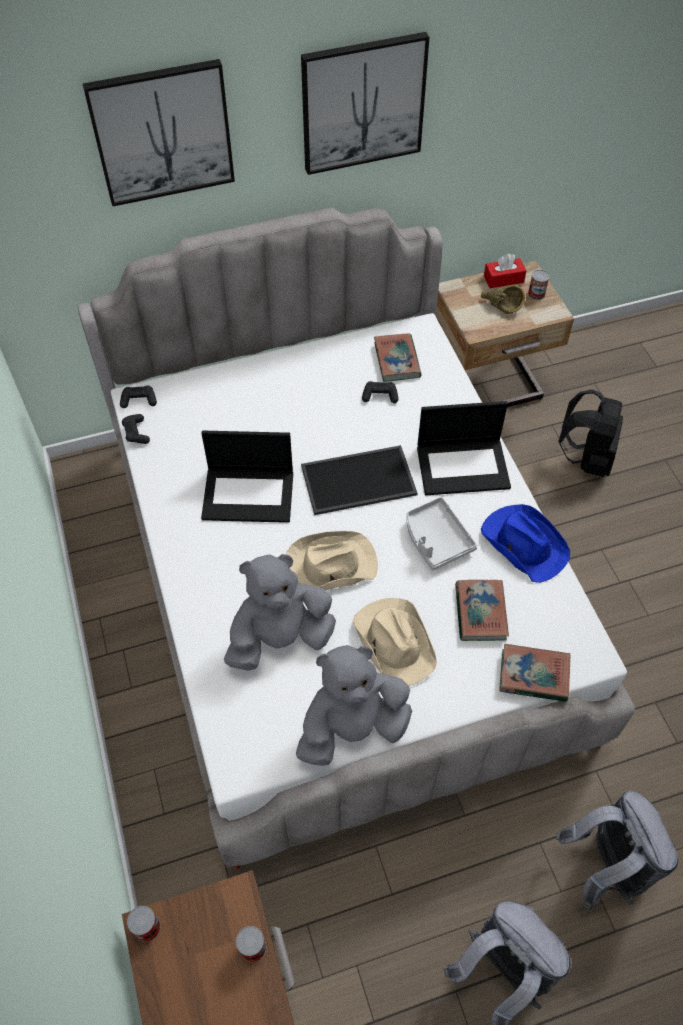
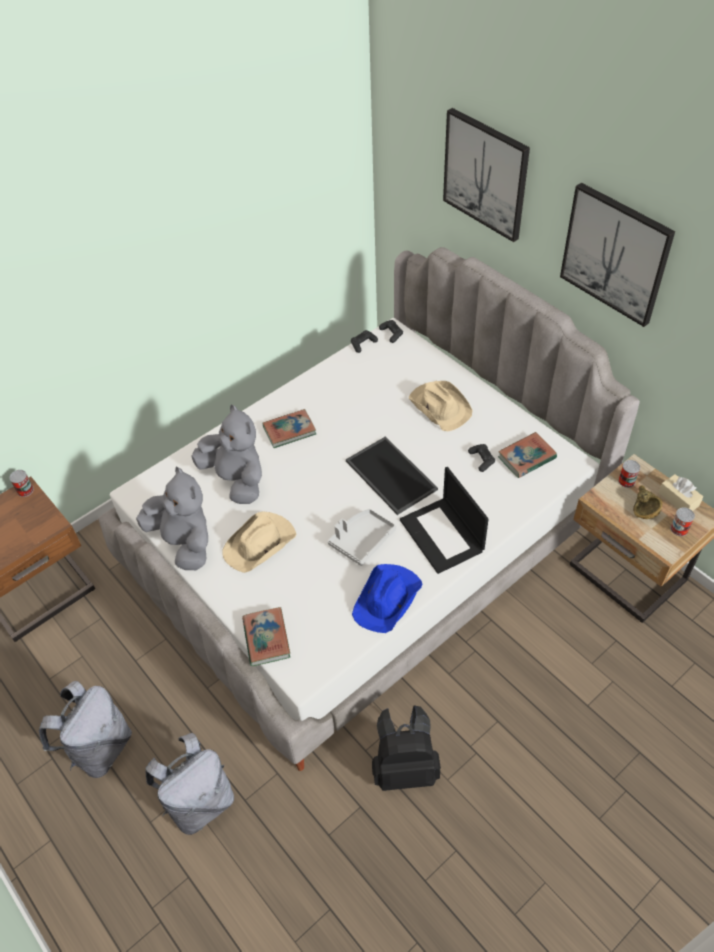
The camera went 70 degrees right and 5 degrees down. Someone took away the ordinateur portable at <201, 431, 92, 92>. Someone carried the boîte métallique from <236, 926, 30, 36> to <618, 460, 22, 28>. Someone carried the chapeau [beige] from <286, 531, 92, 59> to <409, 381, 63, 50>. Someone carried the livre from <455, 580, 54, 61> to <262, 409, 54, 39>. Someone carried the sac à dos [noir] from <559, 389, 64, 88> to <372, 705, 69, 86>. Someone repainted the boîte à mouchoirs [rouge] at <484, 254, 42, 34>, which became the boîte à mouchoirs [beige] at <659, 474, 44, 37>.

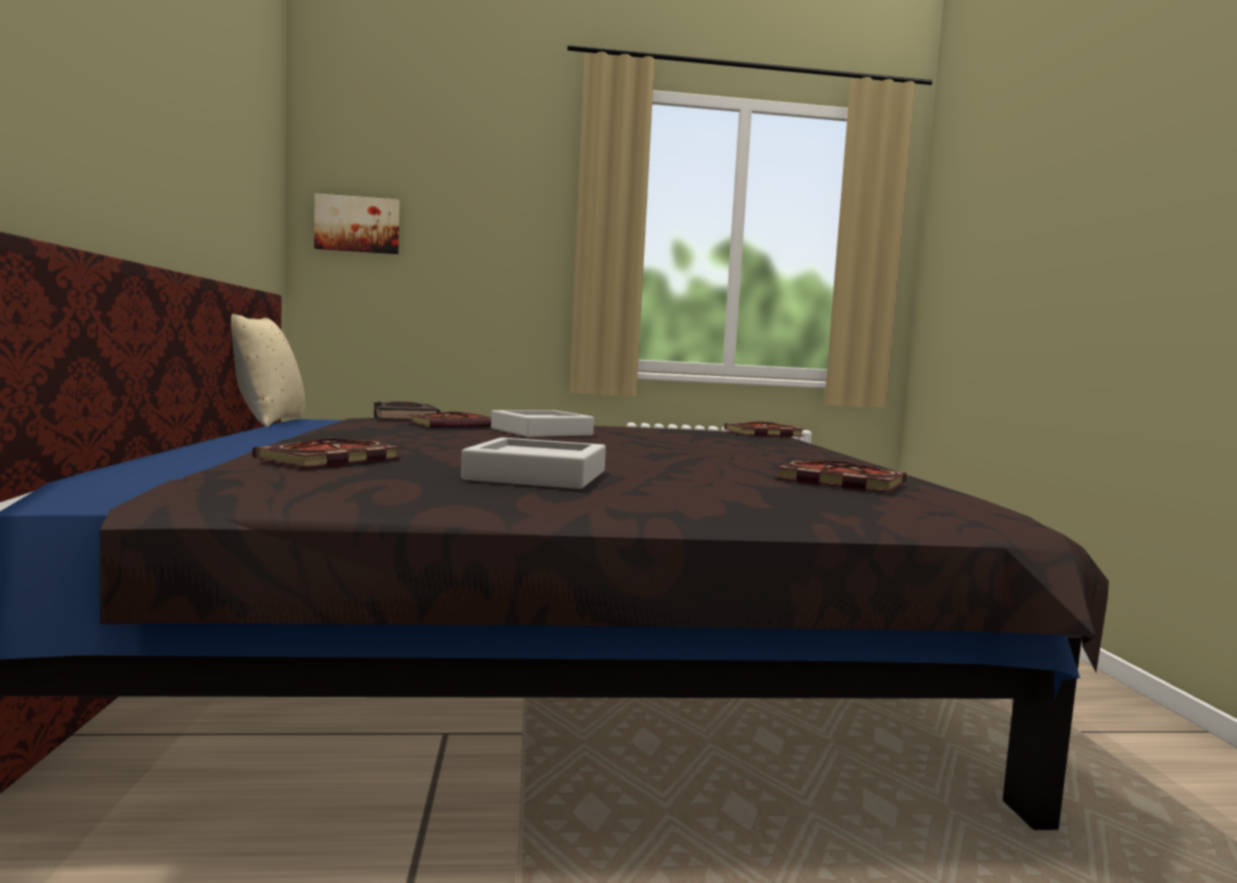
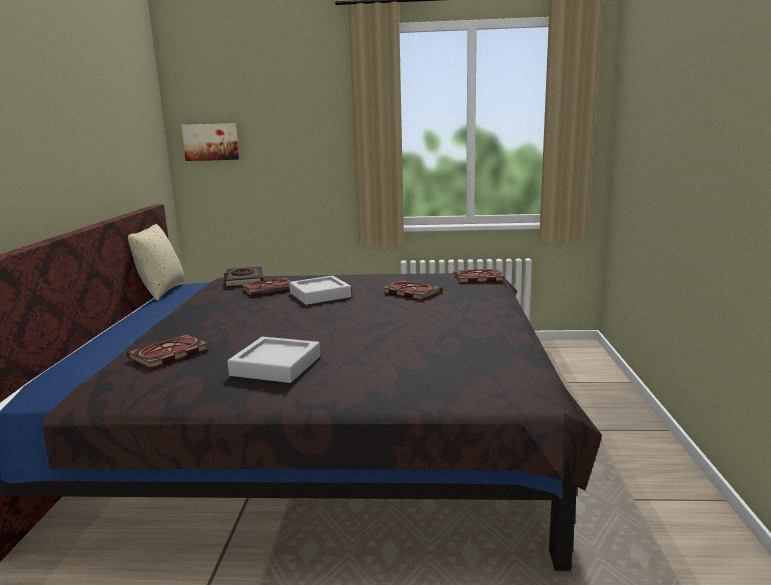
The camera went 10 degrees right and 10 degrees up. Someone carried the livre from <775, 461, 131, 32> to <382, 280, 60, 20>.

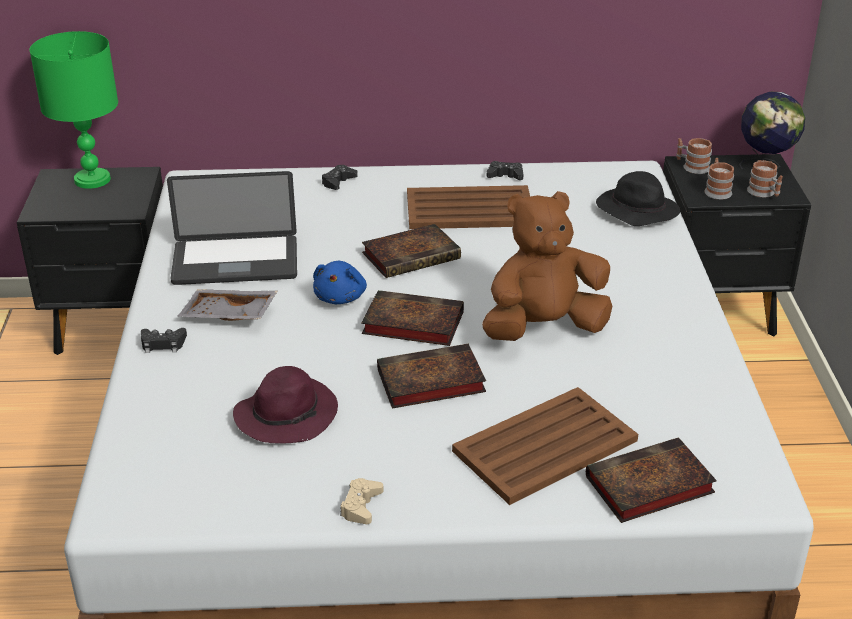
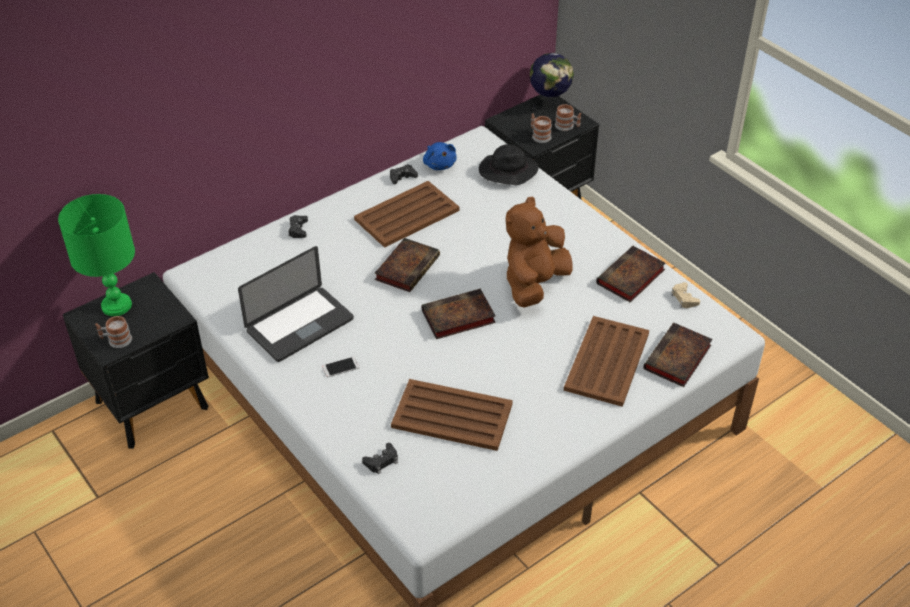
The camera went 35 degrees left and 10 degrees up. Someone carried the manette [noir] from <141, 328, 46, 25> to <362, 443, 36, 31>. Someone carried the peluche [bleu] from <313, 261, 54, 43> to <423, 142, 34, 28>. Someone carried the manette [beige] from <340, 478, 44, 46> to <671, 282, 29, 26>. Someone carried the livre from <377, 344, 109, 65> to <596, 246, 70, 57>. Someone carried the mug from <676, 138, 36, 36> to <95, 316, 37, 32>. Someone swapped the plateau [gris] at <178, 289, 100, 32> for the téléphone at <322, 356, 38, 21>. Someone swapped the chapeau [violet] at <233, 366, 105, 78> for the plateau [marron] at <391, 379, 122, 72>.

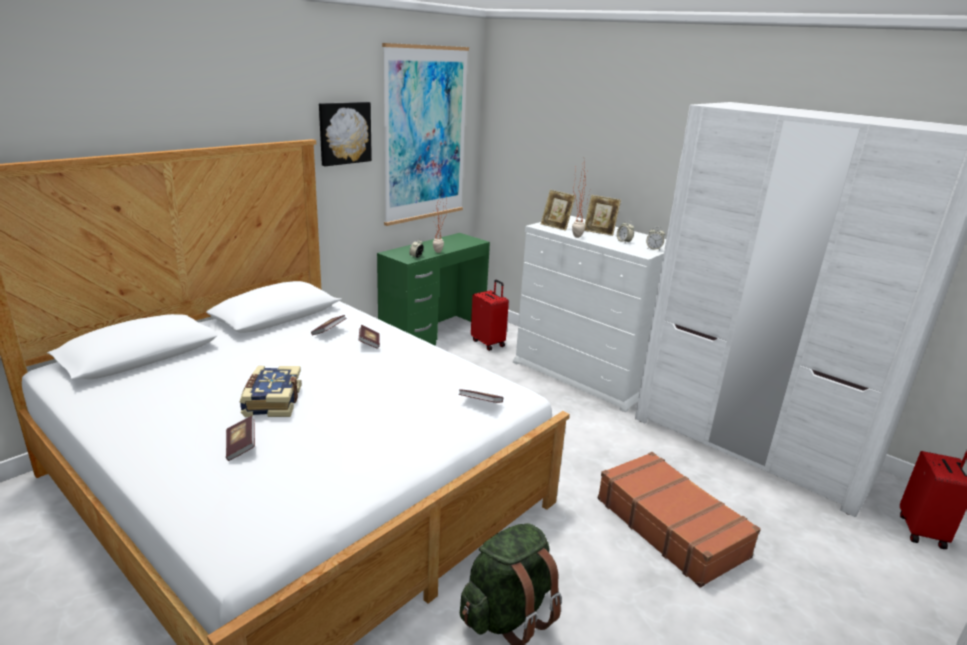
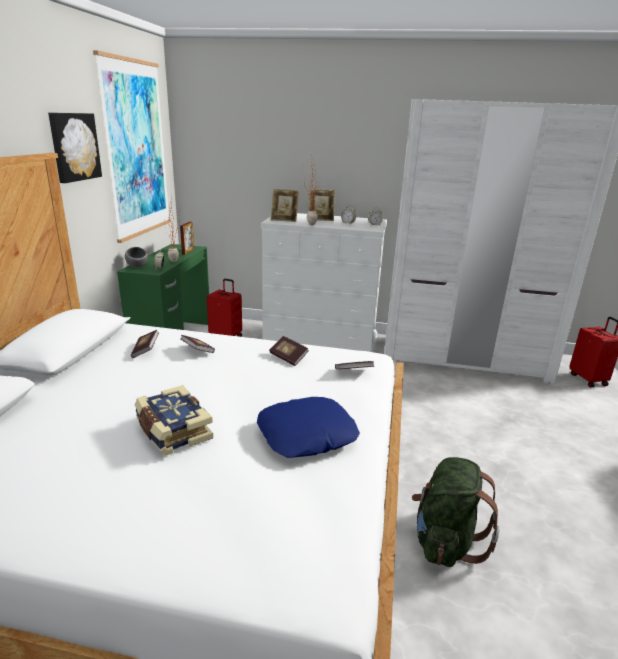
The camera went 30 degrees left and 0 degrees up. Someone took away the valise [marron] at <598, 452, 163, 136>. Someone put down the bol [gris] at <125, 247, 23, 21>. Someone put down the cadre photo at <180, 222, 14, 33>. Someone put down the coussin [bleu] at <257, 397, 103, 61>. Someone carried the livre from <226, 416, 29, 45> to <269, 336, 39, 30>.

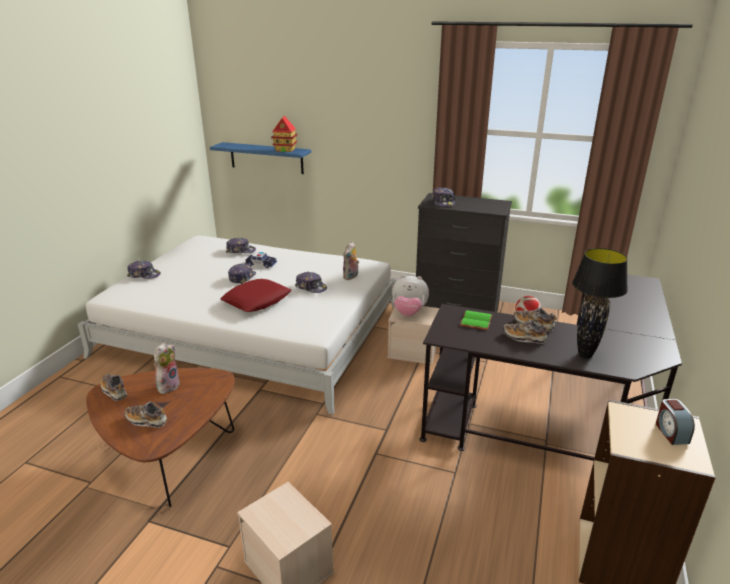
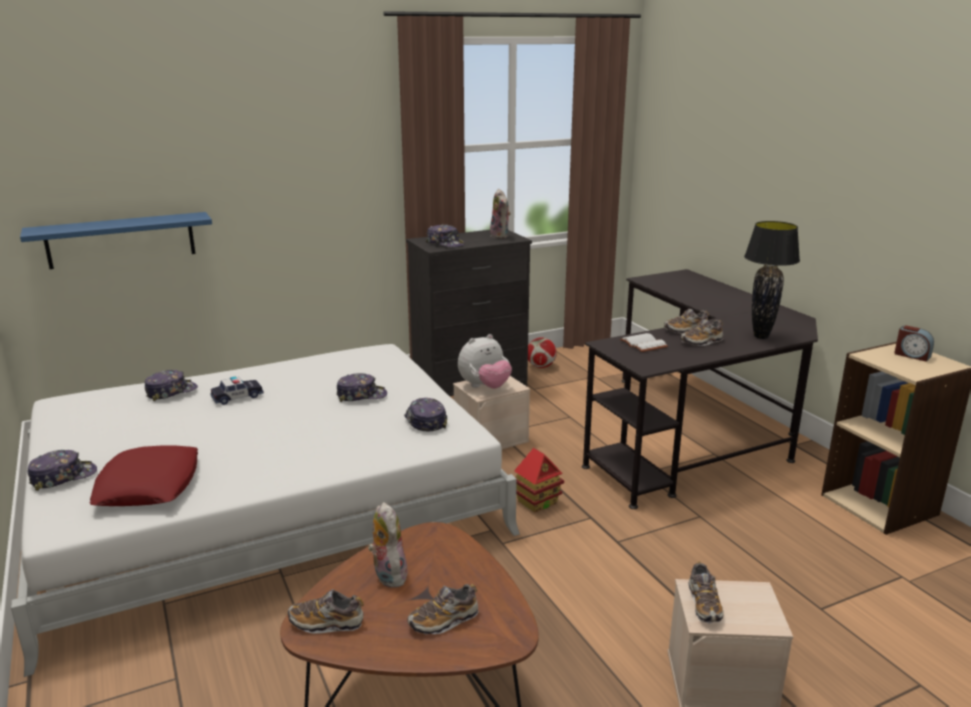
The camera went 45 degrees left and 5 degrees down. Someone put down the chaussure at <688, 561, 35, 63>. Someone carried the coussin [rouge] from <221, 279, 71, 33> to <89, 445, 109, 61>. Someone carried the casquette from <228, 263, 28, 21> to <404, 398, 43, 33>. Someone carried the maison miniature from <271, 116, 27, 36> to <514, 448, 50, 65>. Someone carried the peluche from <343, 242, 16, 38> to <490, 189, 21, 50>. Someone repainted the livre [vert] at <460, 310, 32, 20>, which became the livre [blanc] at <620, 333, 48, 19>.

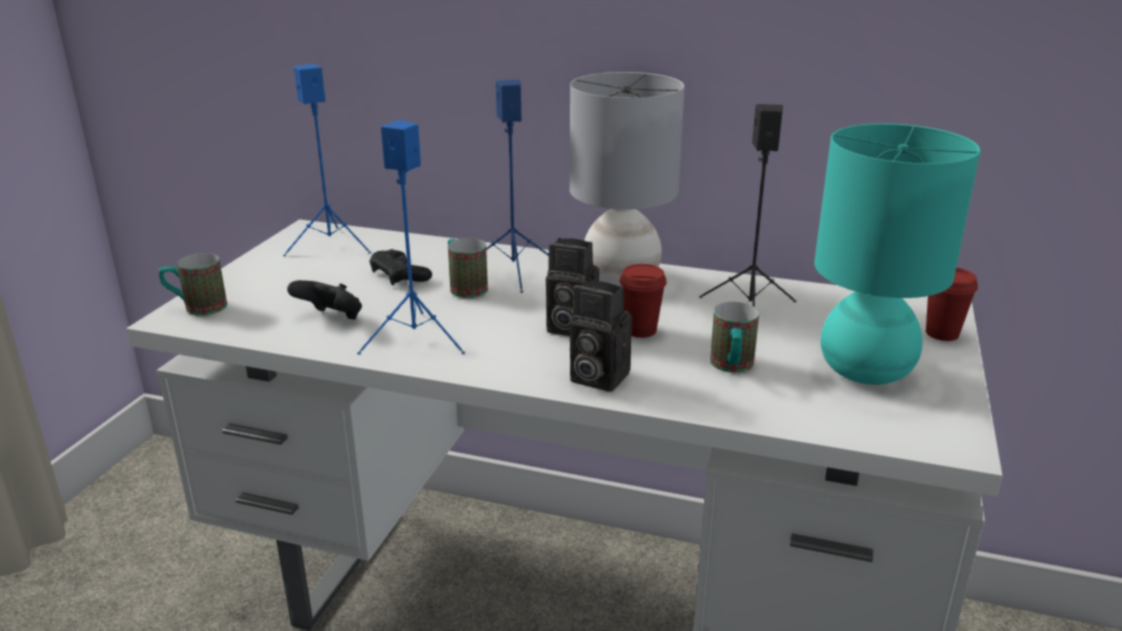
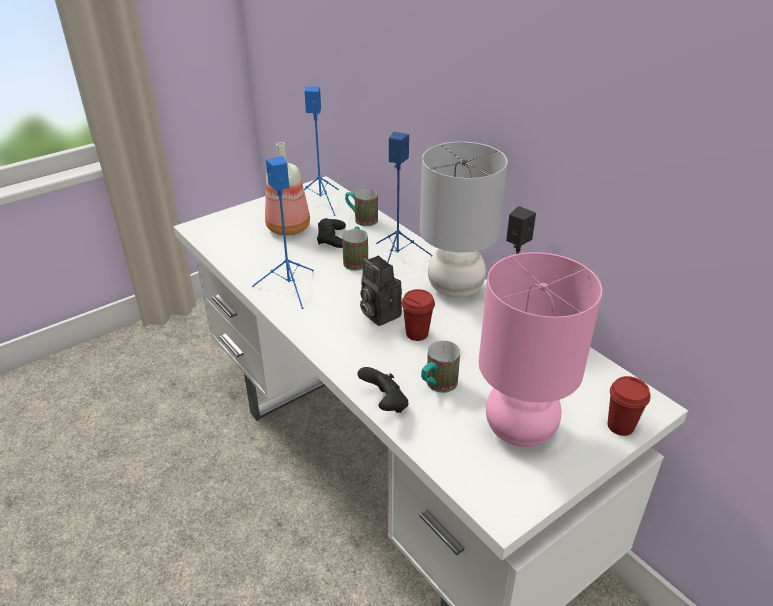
The camera went 35 degrees right and 10 degrees up. Someone took away the appareil photo at <570, 279, 62, 113>. Someone put down the bouteille at <265, 142, 45, 94>. Someone carried the mug from <158, 253, 69, 63> to <345, 189, 33, 37>. Someone carried the manette [noir] from <287, 280, 75, 39> to <357, 367, 51, 46>. Someone repainted the lampe de table [turquoise] at <814, 123, 166, 262>, which became the lampe de table [rose] at <479, 252, 124, 195>.

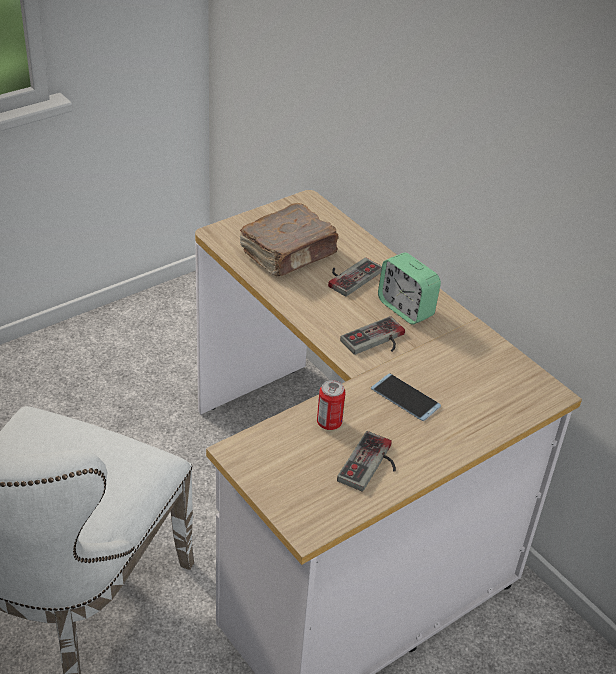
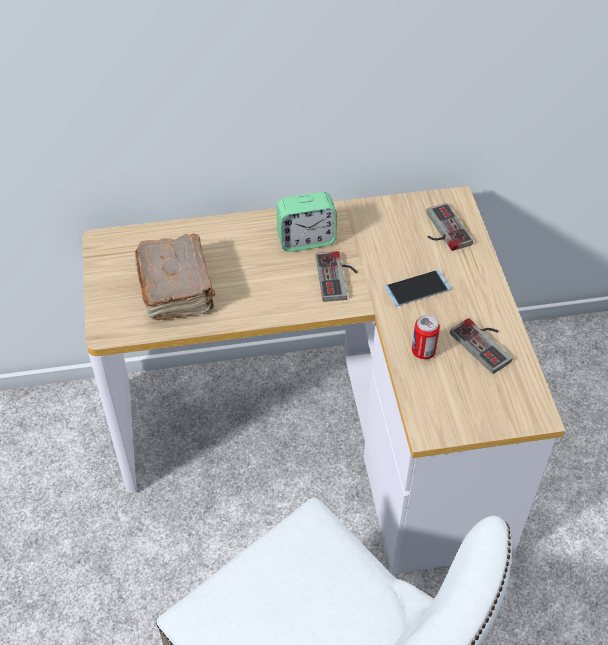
The camera went 60 degrees left and 10 degrees up. Someone carried the manette from <328, 257, 54, 40> to <426, 203, 47, 48>.

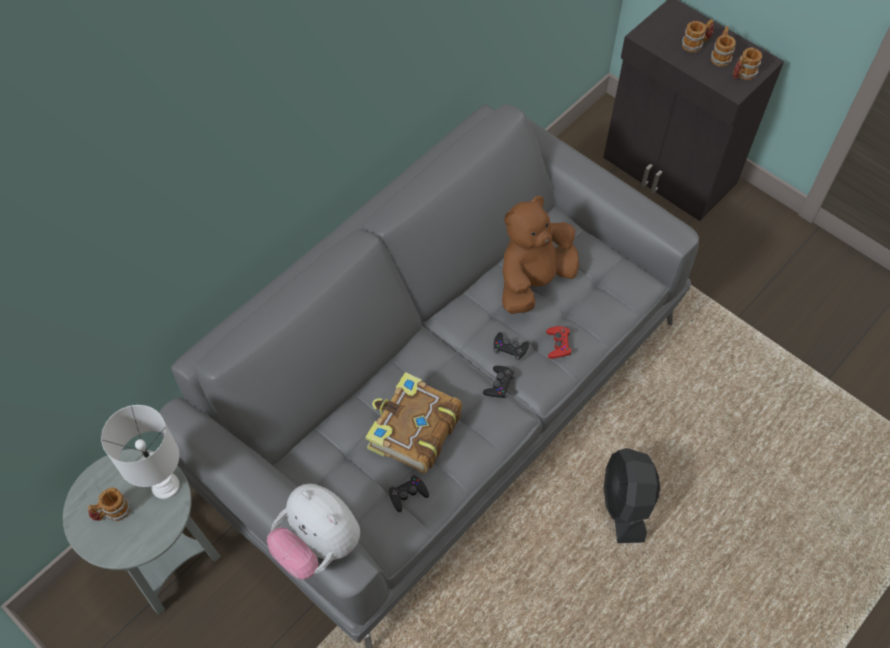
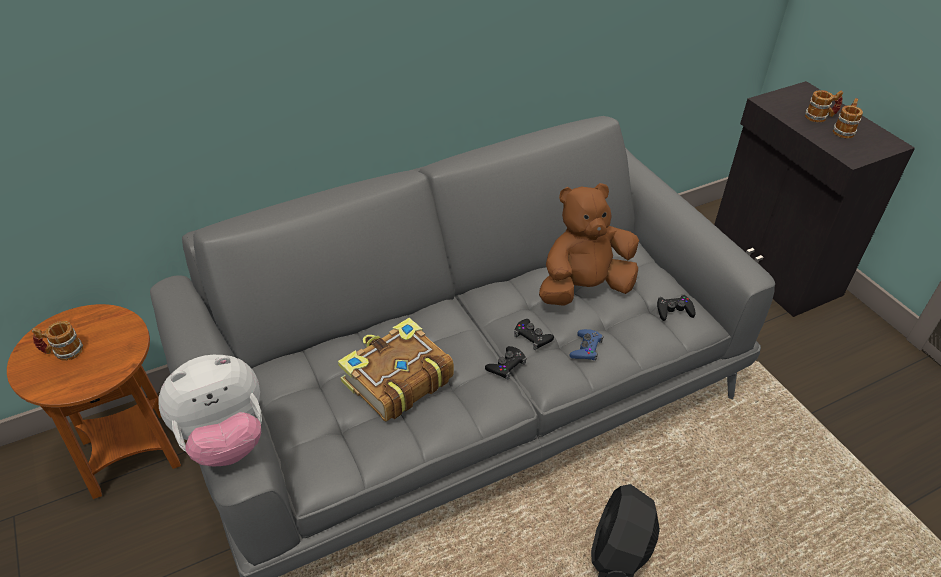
The camera went 20 degrees right and 15 degrees down. Someone took away the lampe de table [blanc] at <101, 405, 79, 94>. Someone took away the mug at <733, 48, 29, 32>. Someone carried the manette [noir] from <389, 475, 40, 37> to <657, 294, 38, 27>. Someone repainted the table d'appoint [gris] at <63, 449, 158, 166>, which became the table d'appoint [marron] at <7, 304, 174, 195>. Someone repainted the manette [rouge] at <546, 326, 26, 33>, which became the manette [bleu] at <569, 329, 35, 31>. Someone rotated the peluche at <267, 484, 93, 96> by 90 degrees counterclockwise.

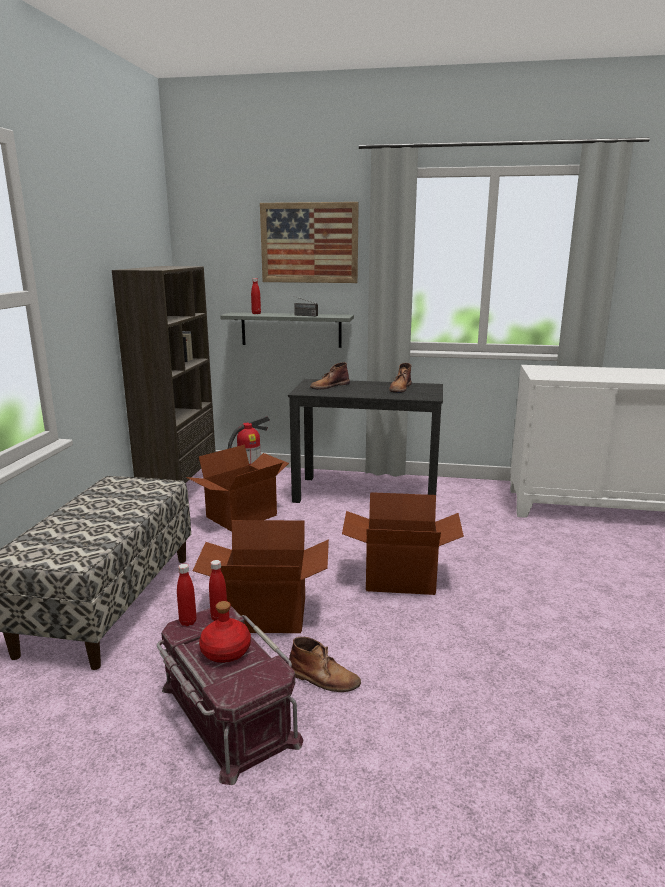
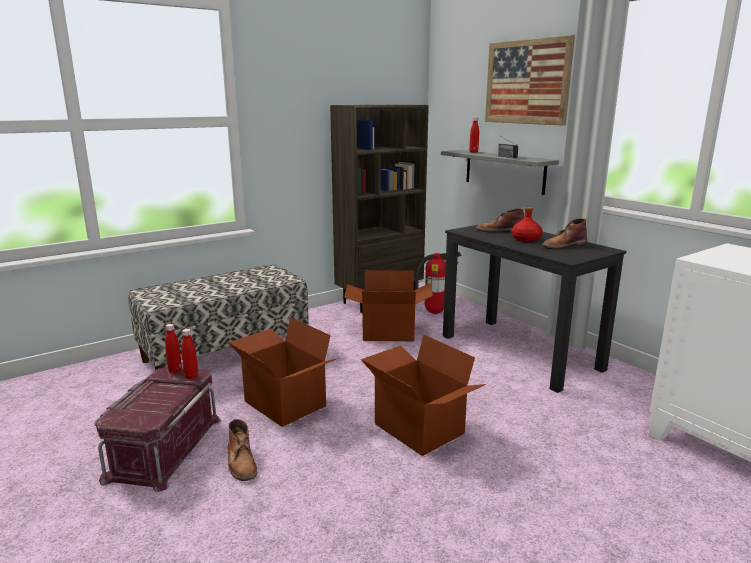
The camera went 45 degrees right and 0 degrees up. Someone carried the bouteille [rouge] from <199, 601, 52, 62> to <512, 207, 31, 35>.

